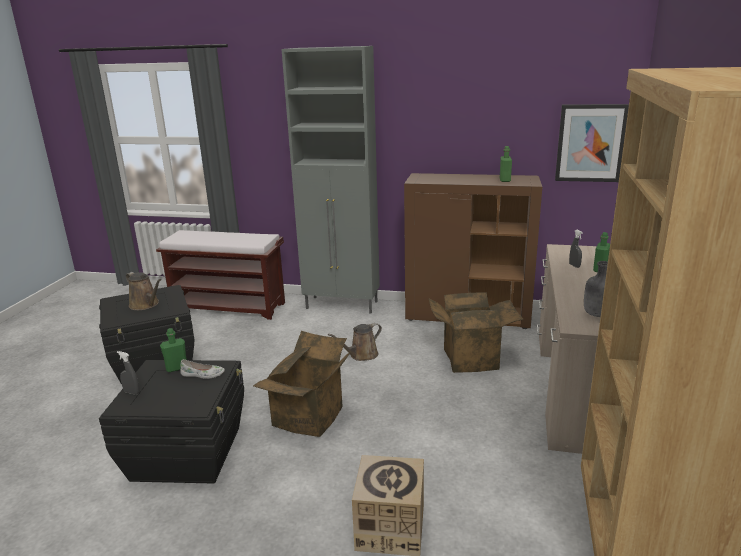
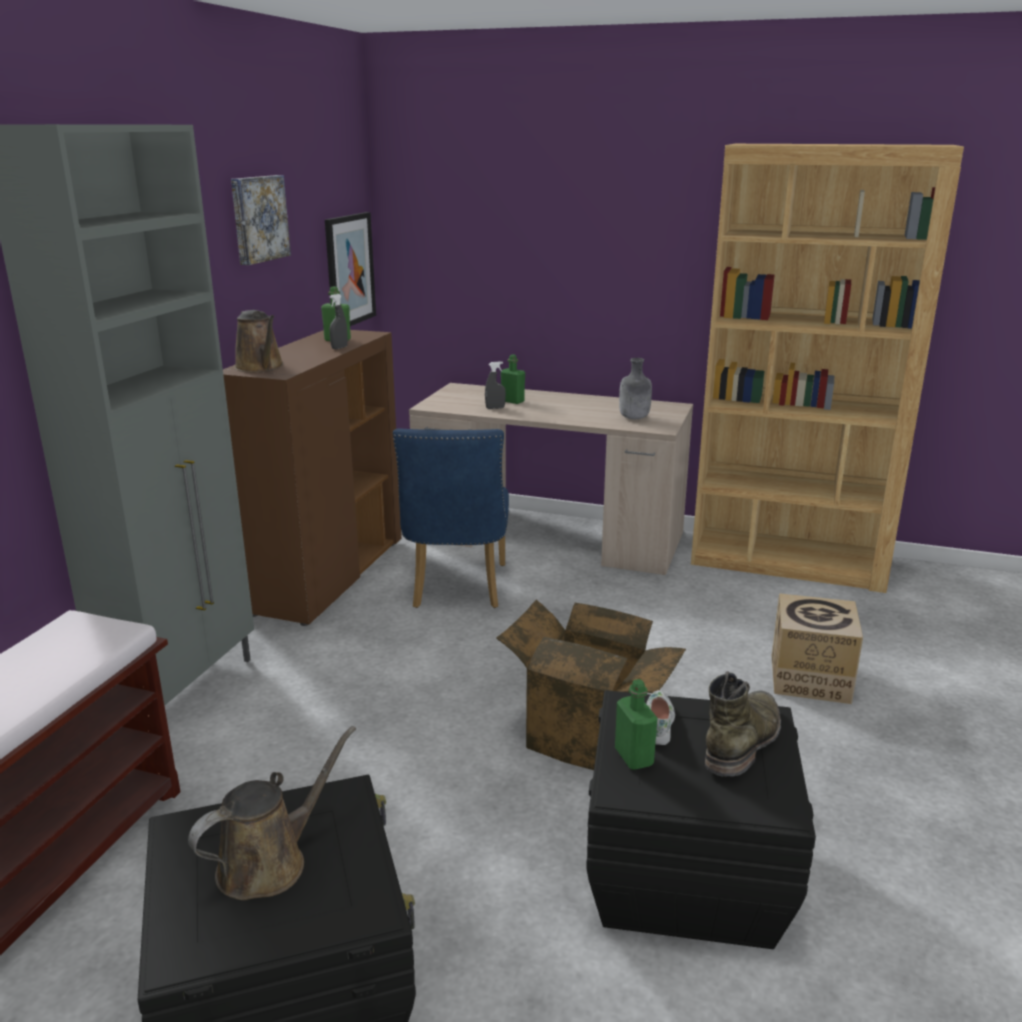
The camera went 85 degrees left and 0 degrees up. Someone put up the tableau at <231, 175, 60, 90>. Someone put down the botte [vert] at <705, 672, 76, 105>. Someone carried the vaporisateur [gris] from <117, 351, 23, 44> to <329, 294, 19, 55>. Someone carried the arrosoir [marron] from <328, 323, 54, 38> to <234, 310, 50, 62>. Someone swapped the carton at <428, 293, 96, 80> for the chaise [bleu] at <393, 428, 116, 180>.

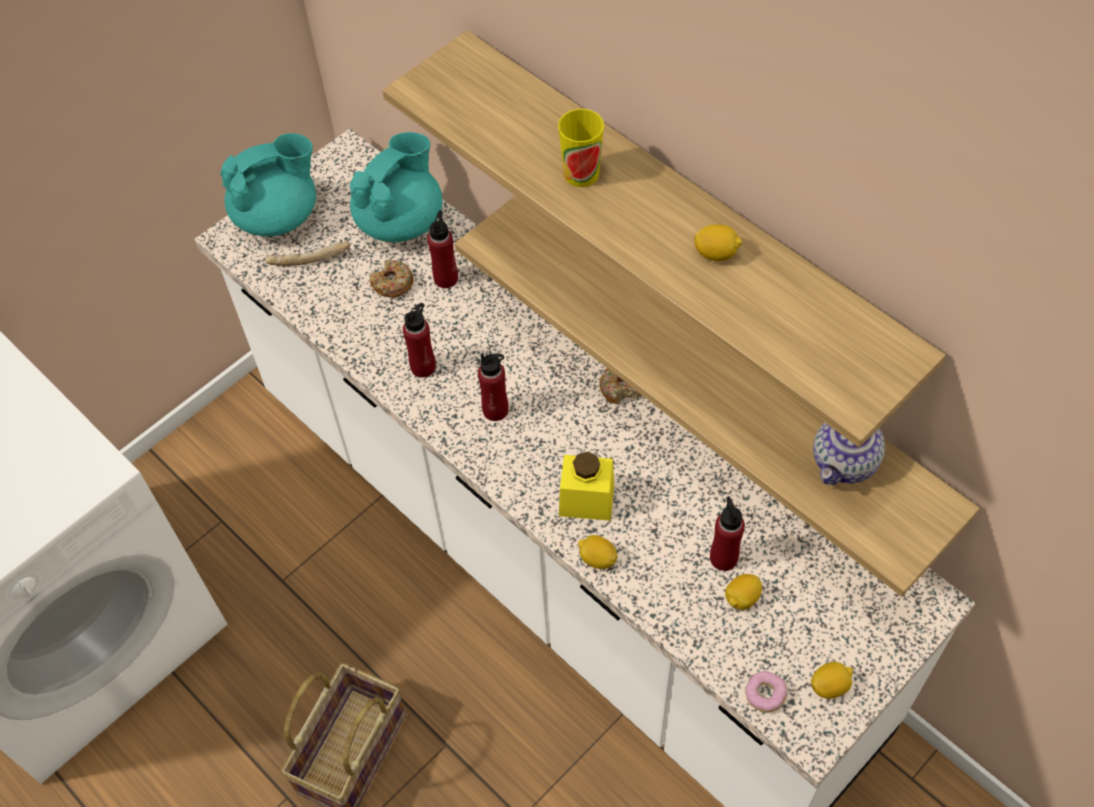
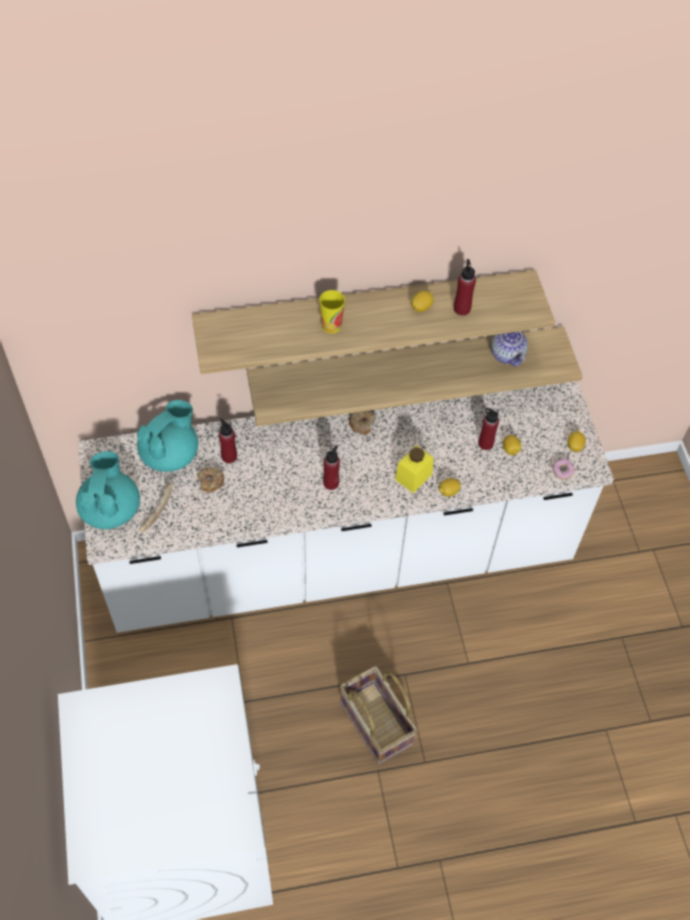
The camera went 60 degrees left and 0 degrees up. Someone carried the bouteille [rouge] from <403, 303, 33, 75> to <454, 259, 22, 57>. Someone rotated the théière [turquoise] at <349, 132, 93, 110> by 60 degrees clockwise.

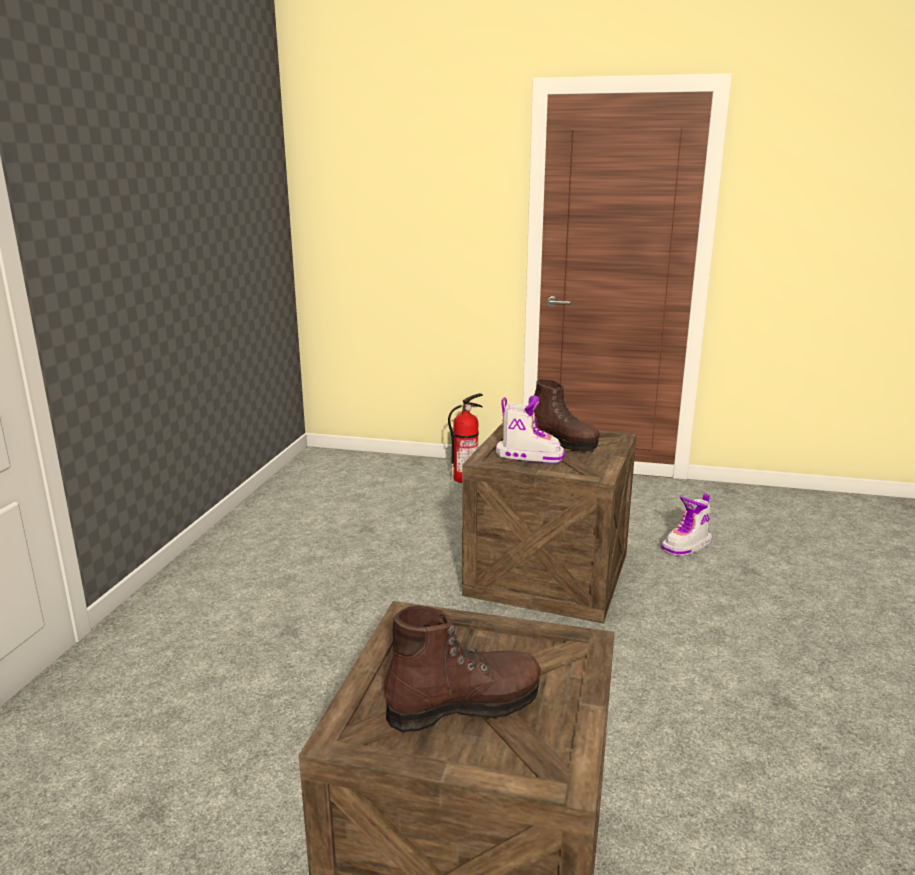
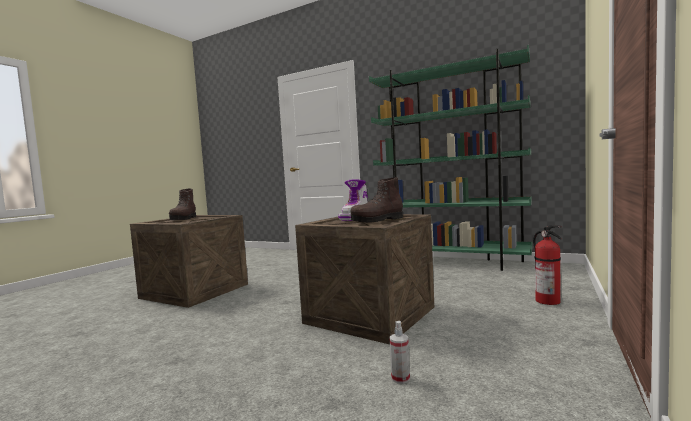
The camera went 105 degrees right and 15 degrees down. Someone put down the bibliothèque [vert] at <369, 45, 163, 226>. Someone swapped the botte at <661, 494, 51, 62> for the vaporisateur at <389, 321, 21, 63>.

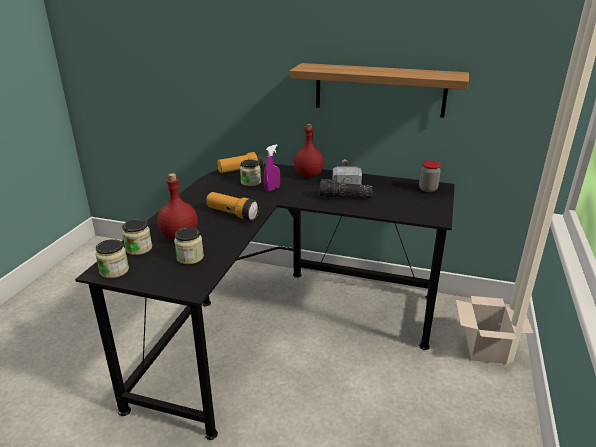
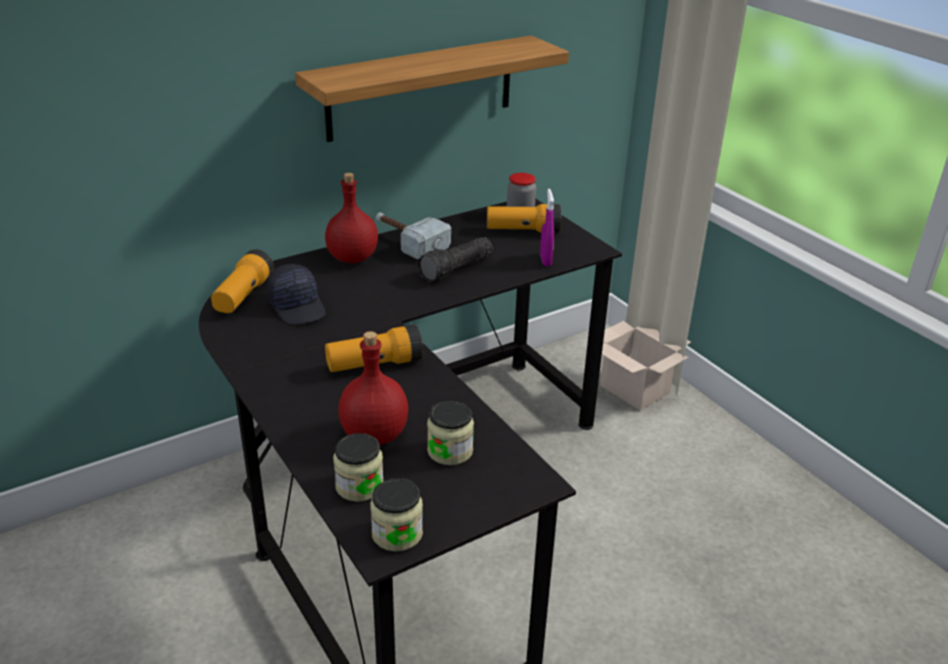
The camera went 50 degrees left and 5 degrees up. Someone put down the lampe de poche at <487, 204, 74, 29>. Someone carried the vaporisateur [violet] from <264, 144, 16, 47> to <540, 189, 14, 77>. Someone swapped the bocal at <240, 159, 21, 27> for the casquette [noir] at <267, 264, 59, 60>.

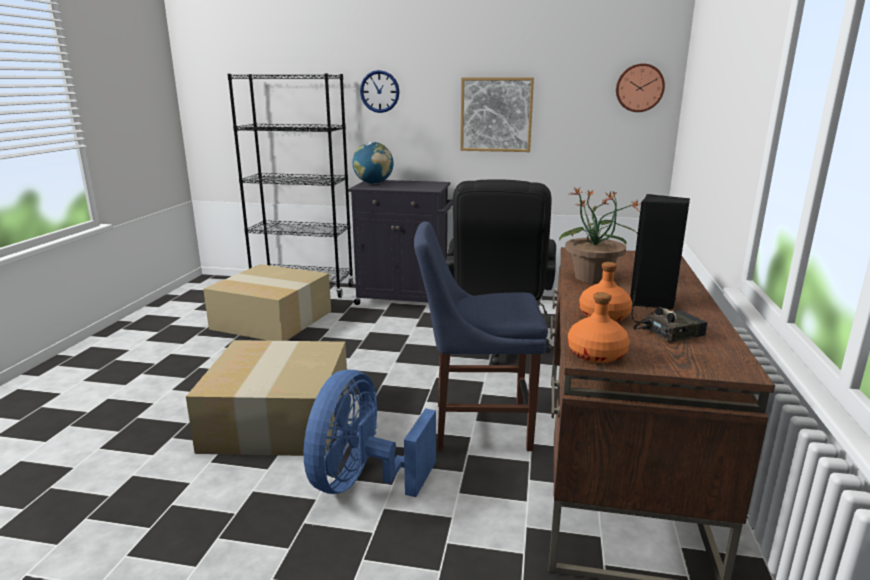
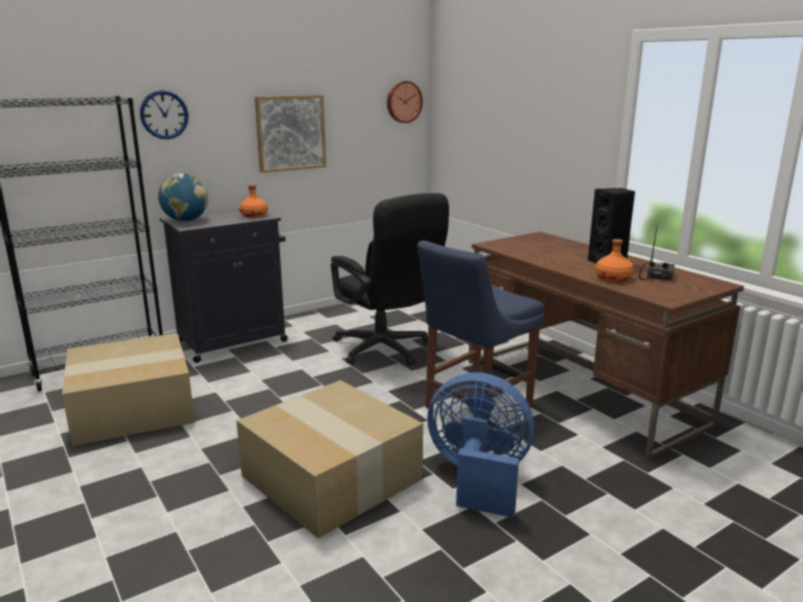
The camera went 45 degrees left and 0 degrees up. Someone took away the plante en pot at <559, 188, 82, 95>. Someone carried the bouteille [orange] from <568, 292, 62, 71> to <239, 185, 29, 32>. Someone rotated the ventilateur [bleu] at <303, 370, 133, 127> by 135 degrees clockwise.

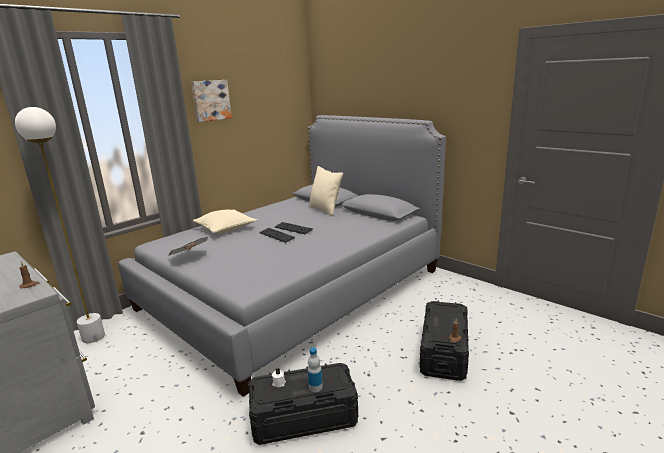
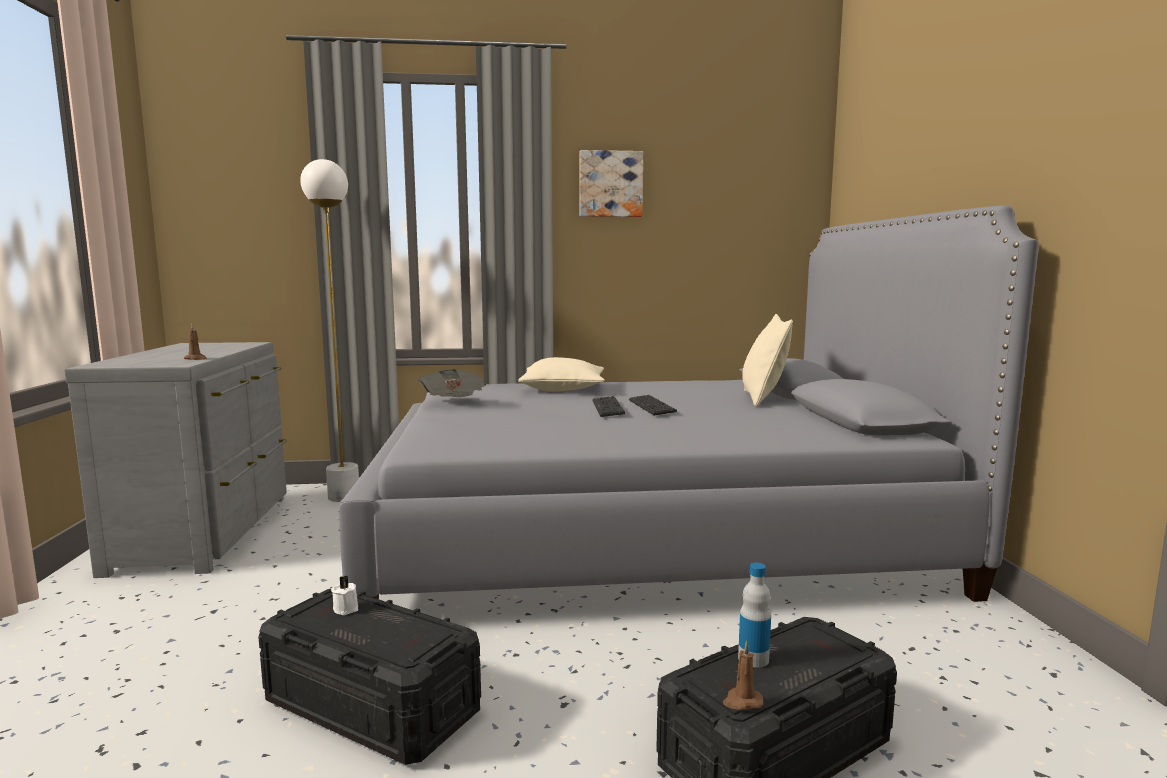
The camera went 40 degrees right and 10 degrees down. Someone carried the bouteille from <308, 347, 15, 45> to <738, 563, 33, 105>.

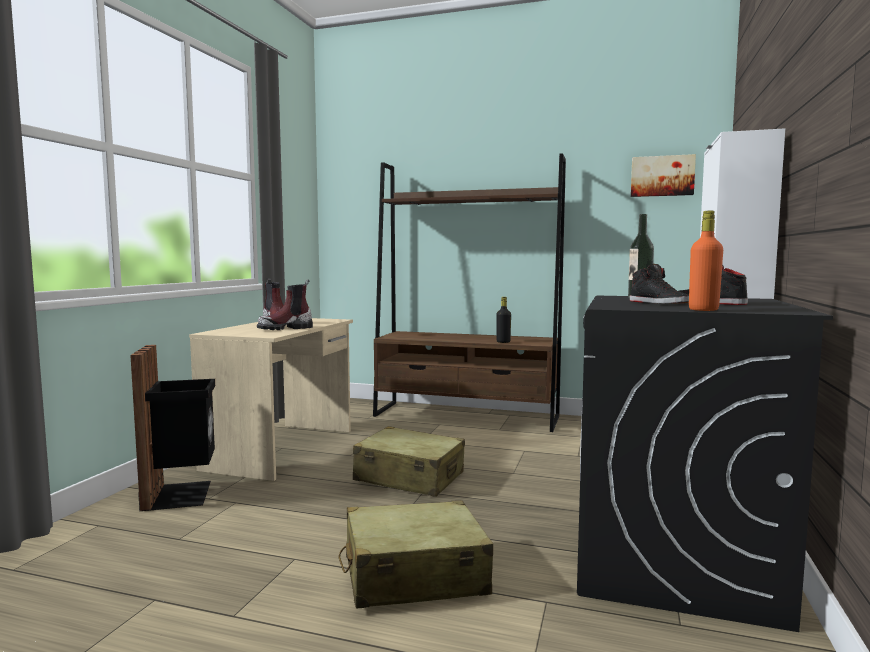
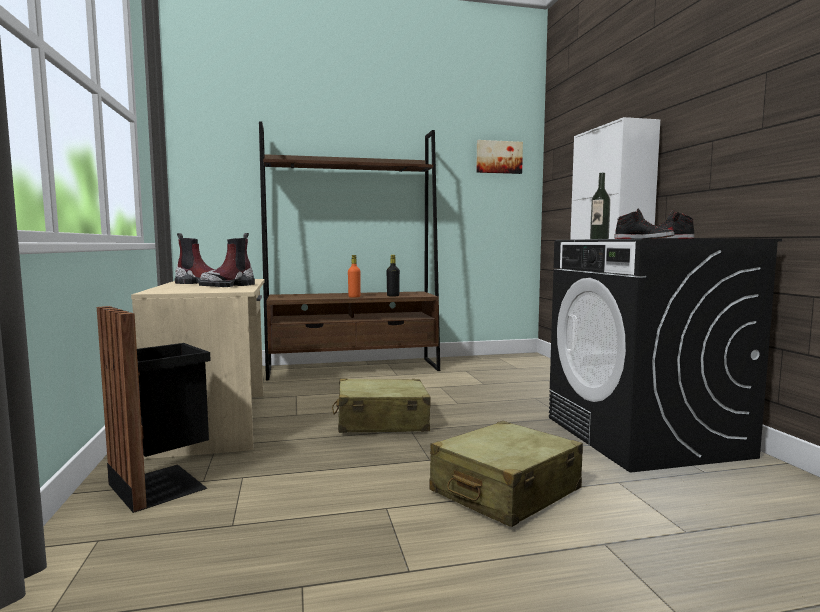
The camera went 30 degrees left and 0 degrees up. Someone carried the bouteille [orange] from <689, 211, 34, 100> to <348, 255, 13, 43>.

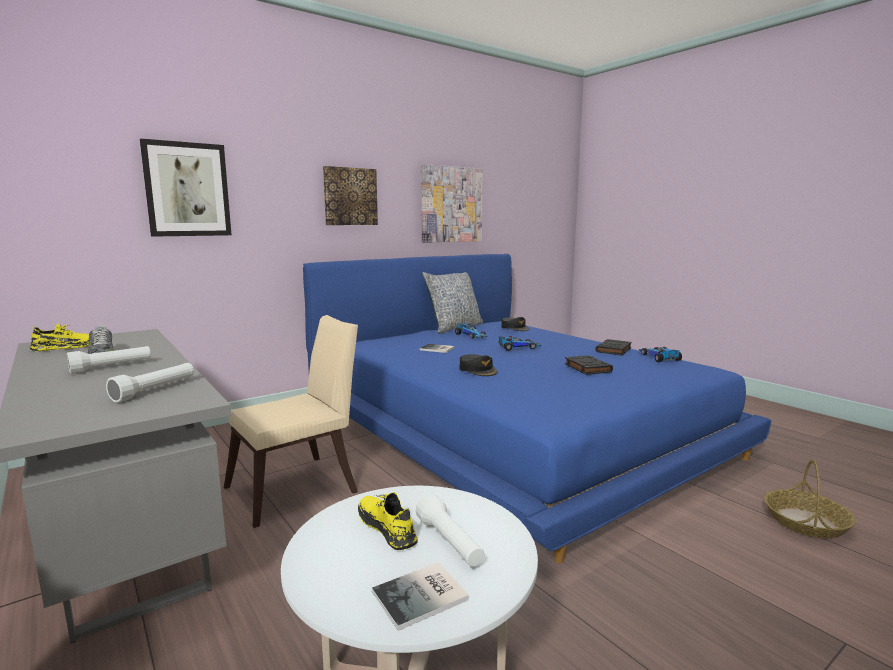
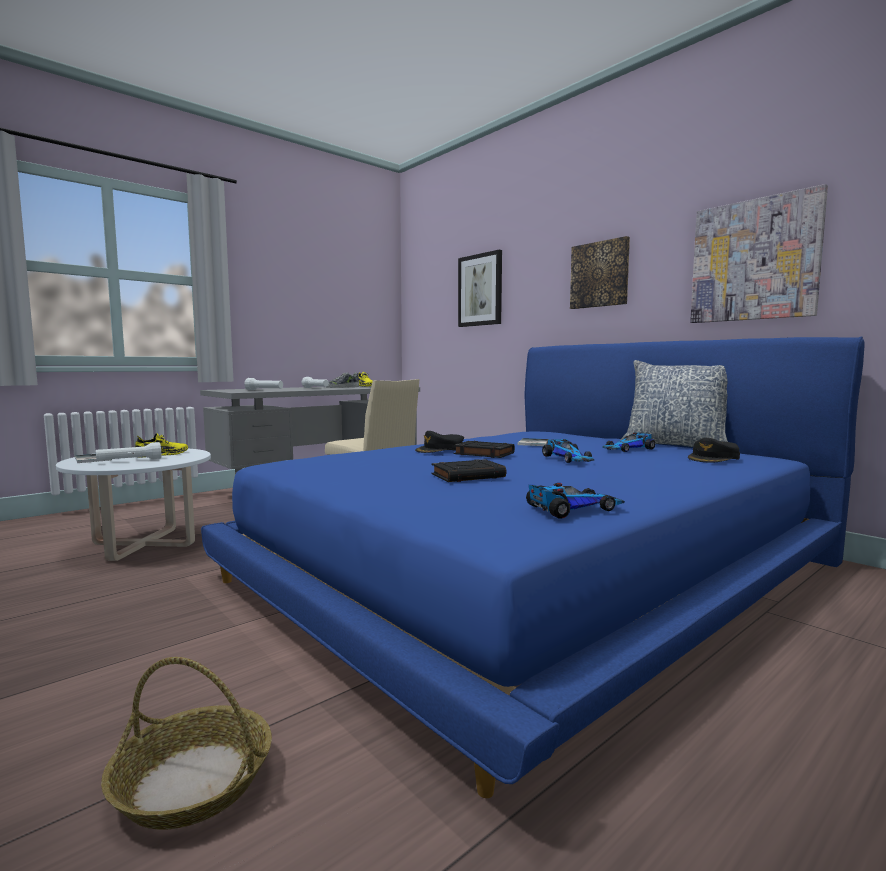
The camera went 85 degrees right and 5 degrees down. Someone carried the livre [noir] from <595, 339, 37, 17> to <454, 441, 61, 17>.

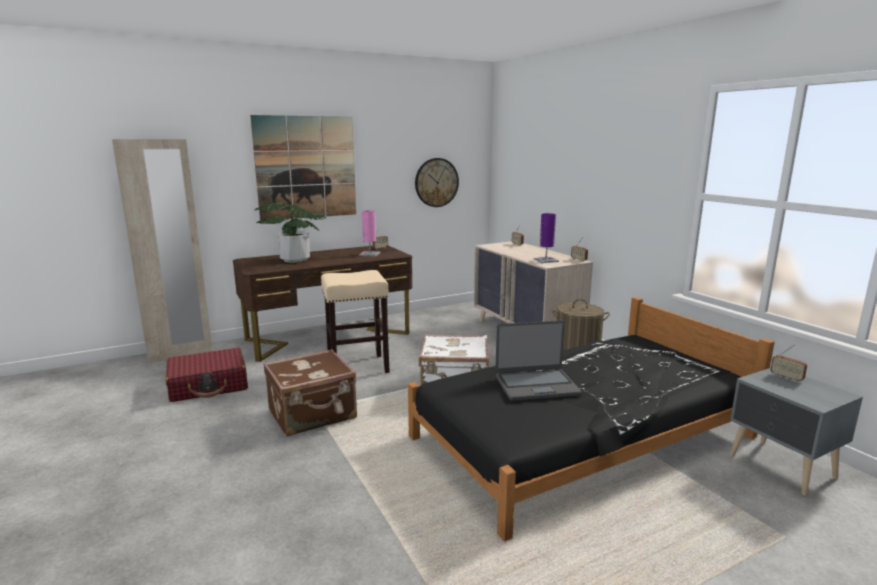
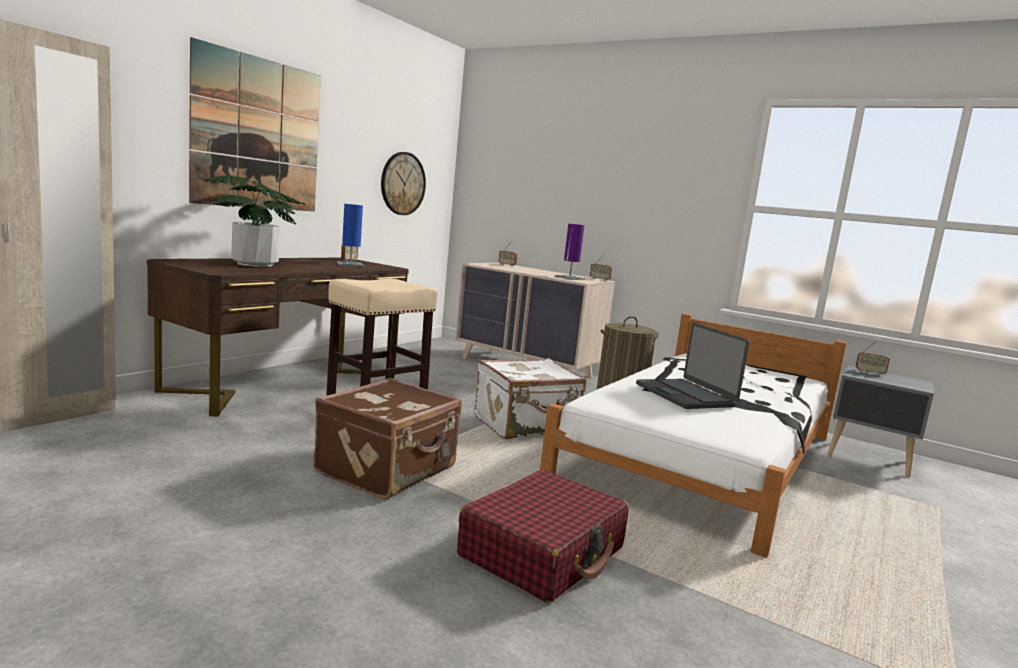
The camera went 30 degrees left and 5 degrees down. Someone carried the valise [rouge] from <166, 348, 82, 54> to <457, 470, 171, 133>. Someone repainted the lampe de table [rose] at <359, 210, 22, 47>, which became the lampe de table [bleu] at <337, 204, 27, 63>. Someone repainted the lit [noir] at <408, 297, 367, 244>, which became the lit [blanc] at <540, 313, 307, 245>. Someone rotated the ordinateur portable at <495, 321, 87, 80> by 105 degrees clockwise.

